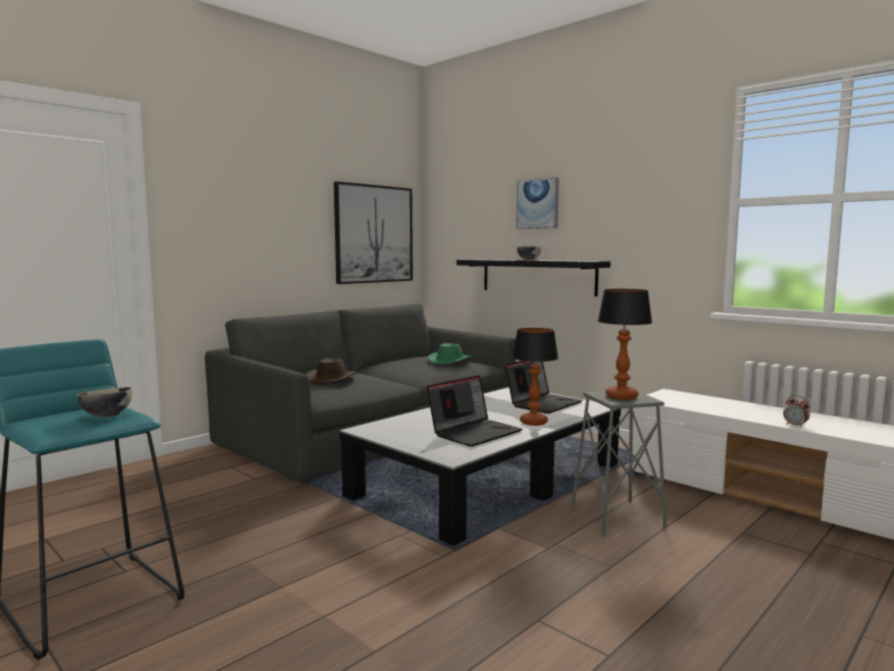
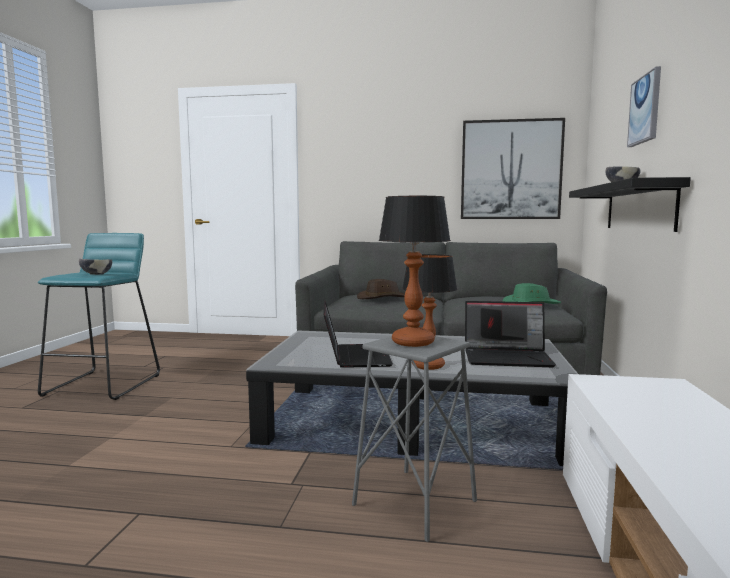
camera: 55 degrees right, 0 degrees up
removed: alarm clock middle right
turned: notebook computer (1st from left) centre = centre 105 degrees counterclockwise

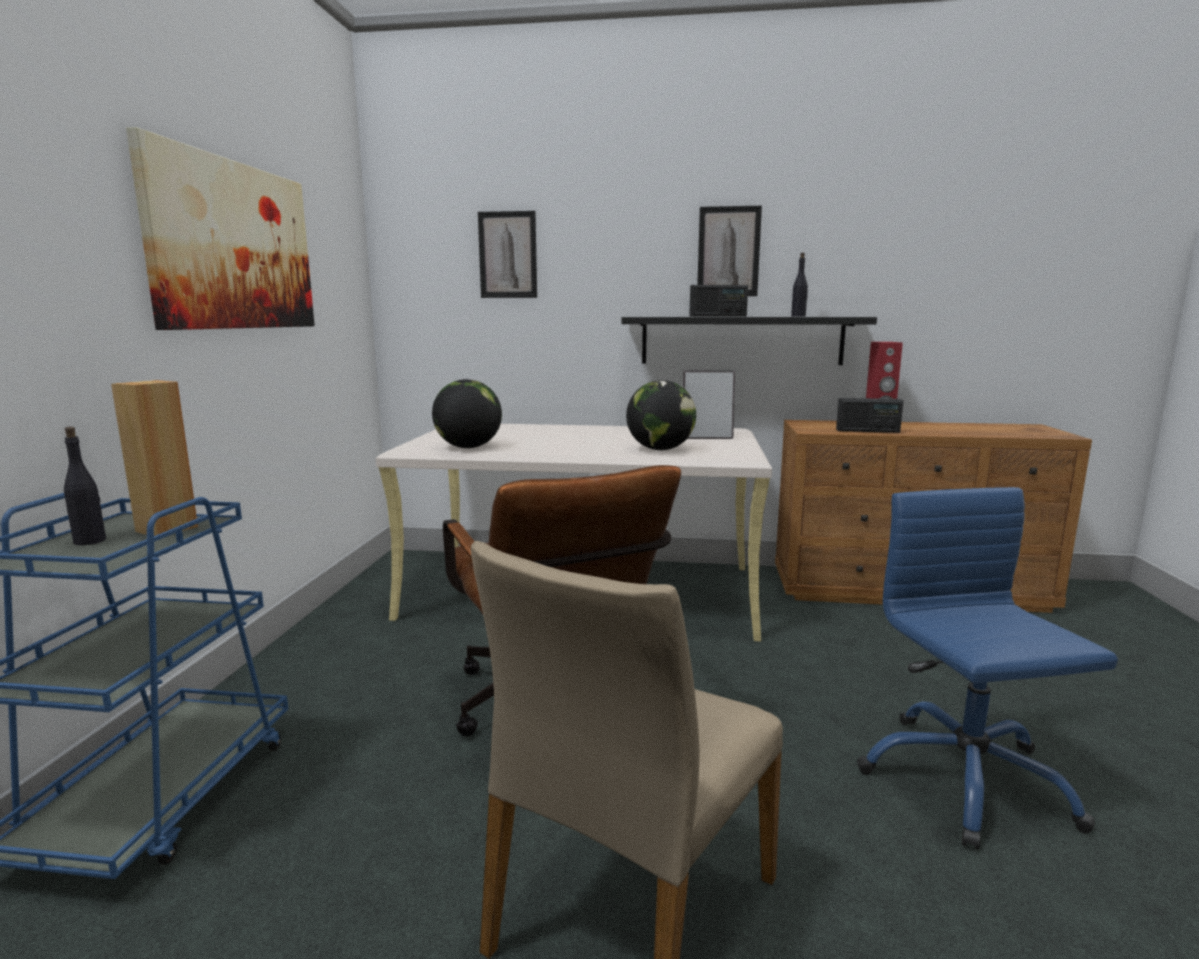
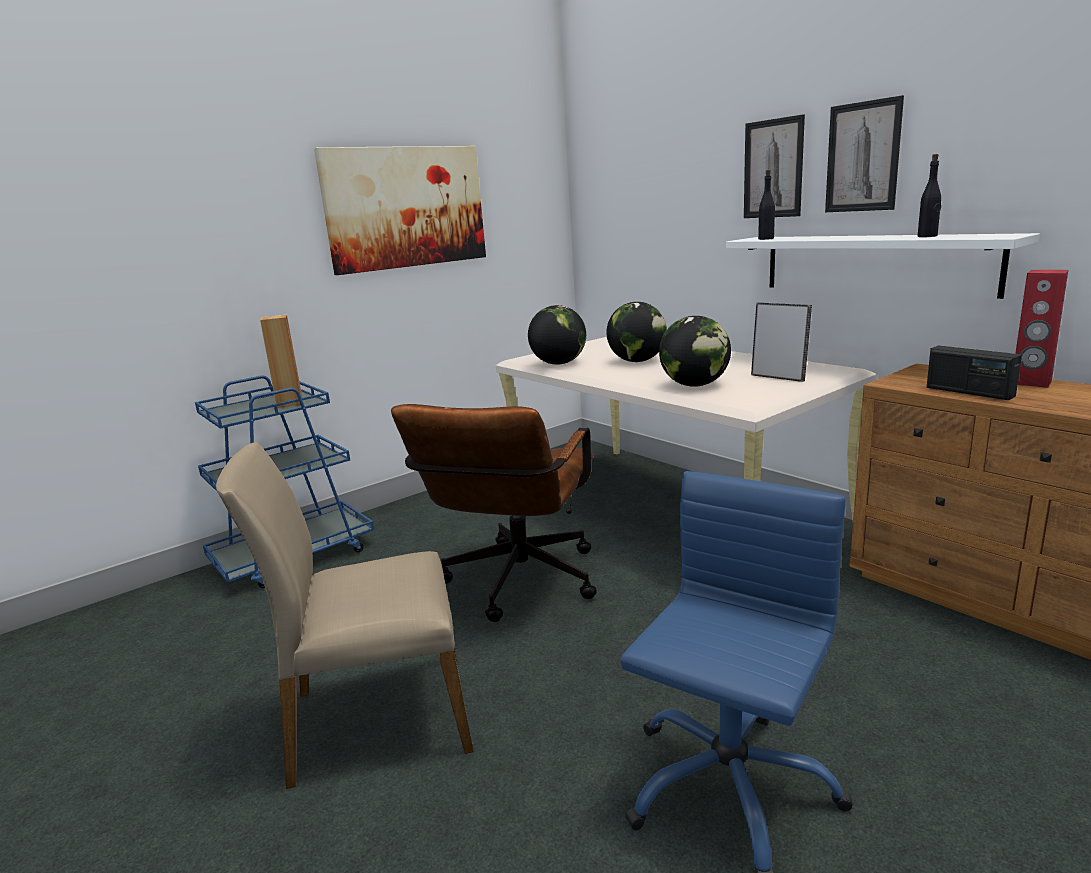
camera: 45 degrees right, 5 degrees up
removed: radio (1st from left) top centre
added: world globe (2nd from left) centre
moved: bottle (black) (1st from left) middle left to top right; wall picture (2nd from left) top centre to top right
recoloured: shelf (black) centre to shelf (whitish) top right

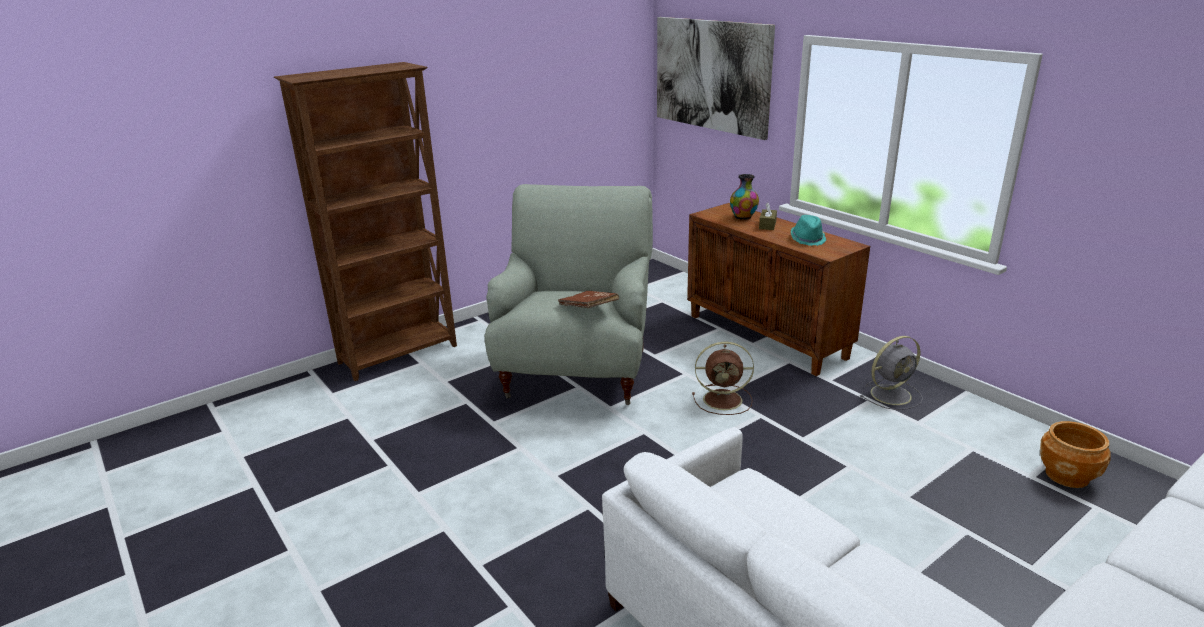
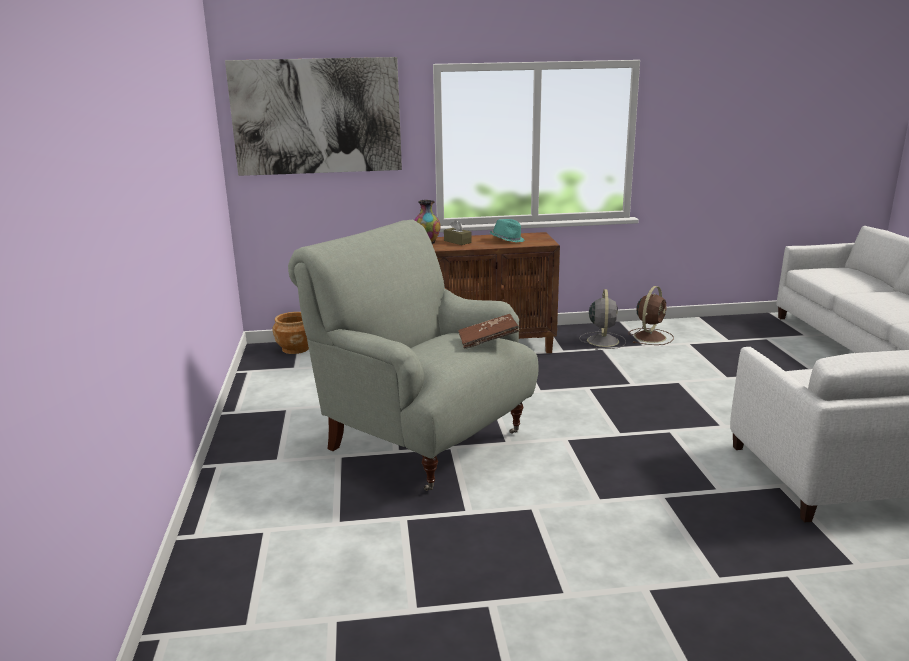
camera: 60 degrees left, 5 degrees down
removed: bookshelf (brown) middle left
moved: electric fan (brown) centre to middle right; flower pot (brown) bottom right to middle left

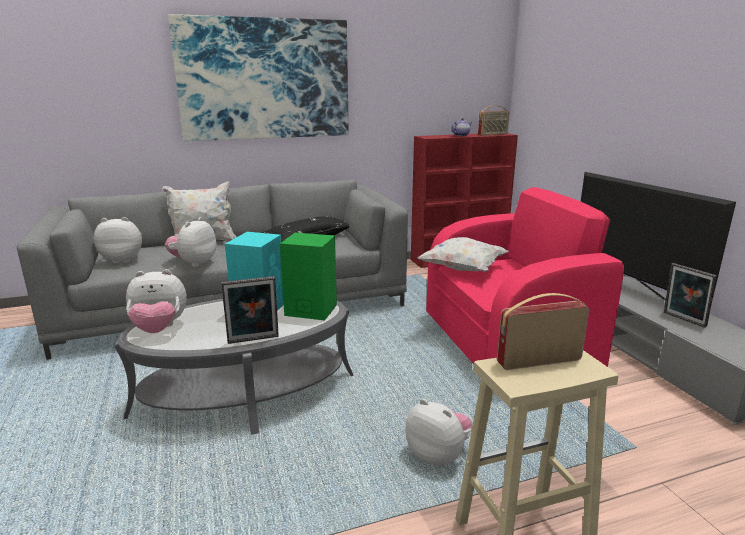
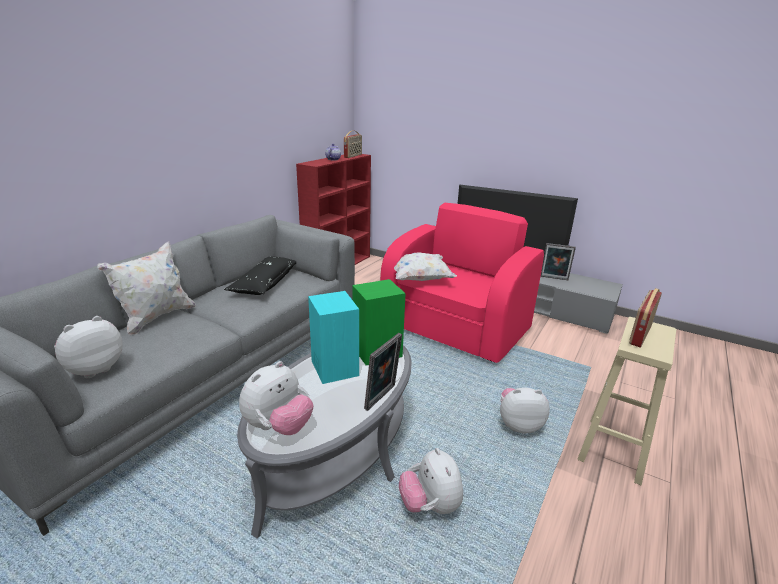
camera: 40 degrees left, 5 degrees up
removed: wall picture top centre
moved: soft toy (3rd from left) middle left to bottom centre

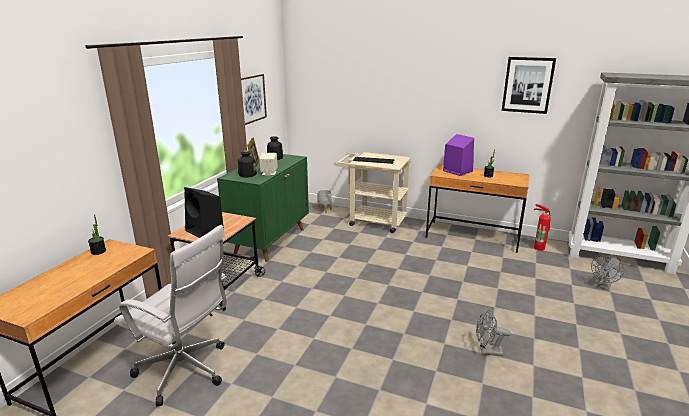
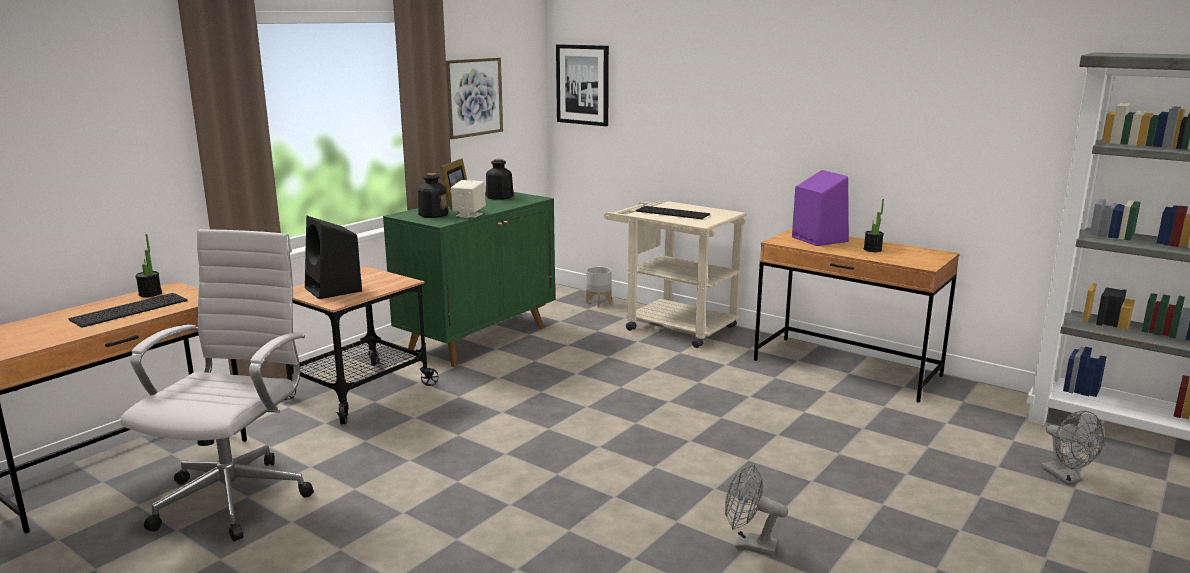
camera: 15 degrees right, 5 degrees down
removed: fire-fighting cylinder middle right
added: PC keyboard (1st from left) middle left
moved: wall picture (2nd from left) top right to top centre
turned: office chair (whitish) bottom left = bottom left 120 degrees counterclockwise; electric fan (gray) (2nd from left) middle right = bottom right 75 degrees counterclockwise

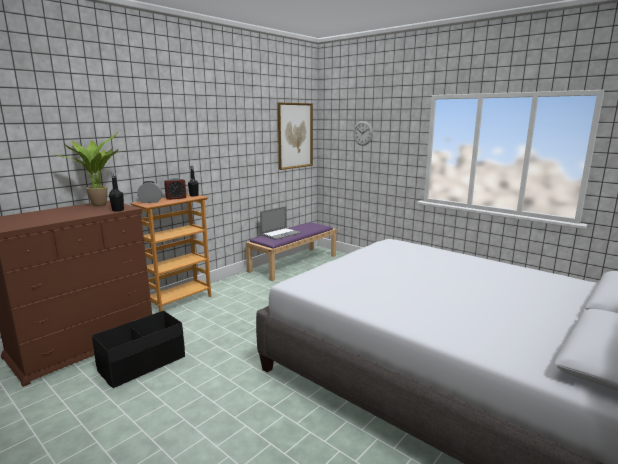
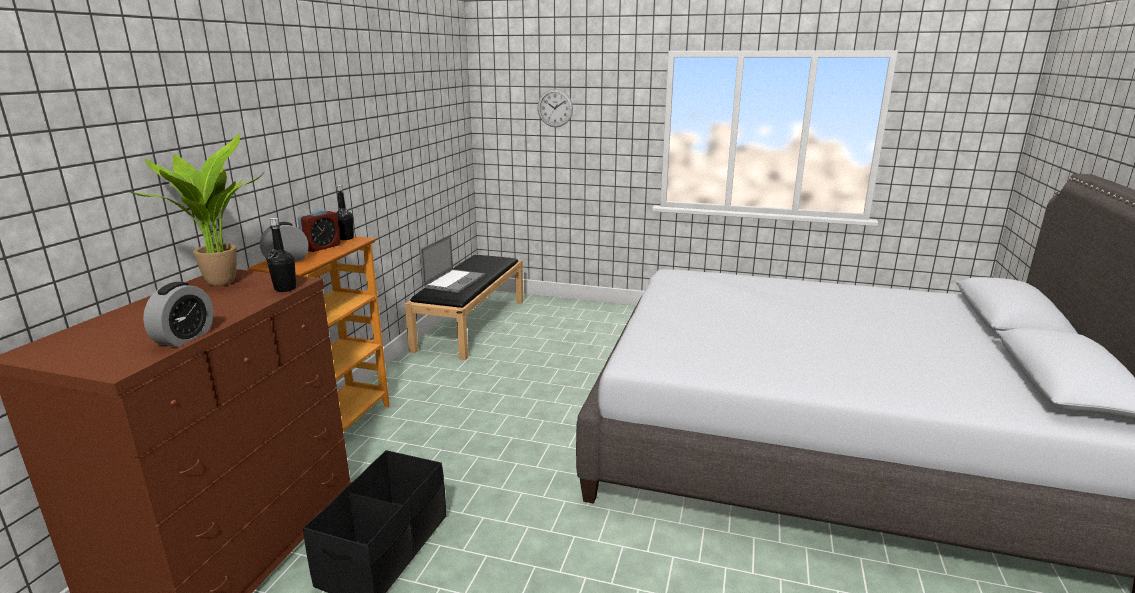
camera: 25 degrees left, 5 degrees up
removed: wall picture top centre
added: alarm clock (1st from left) middle left
recoloured: indoor bench (purple-coloured) centre to indoor bench (black) centre

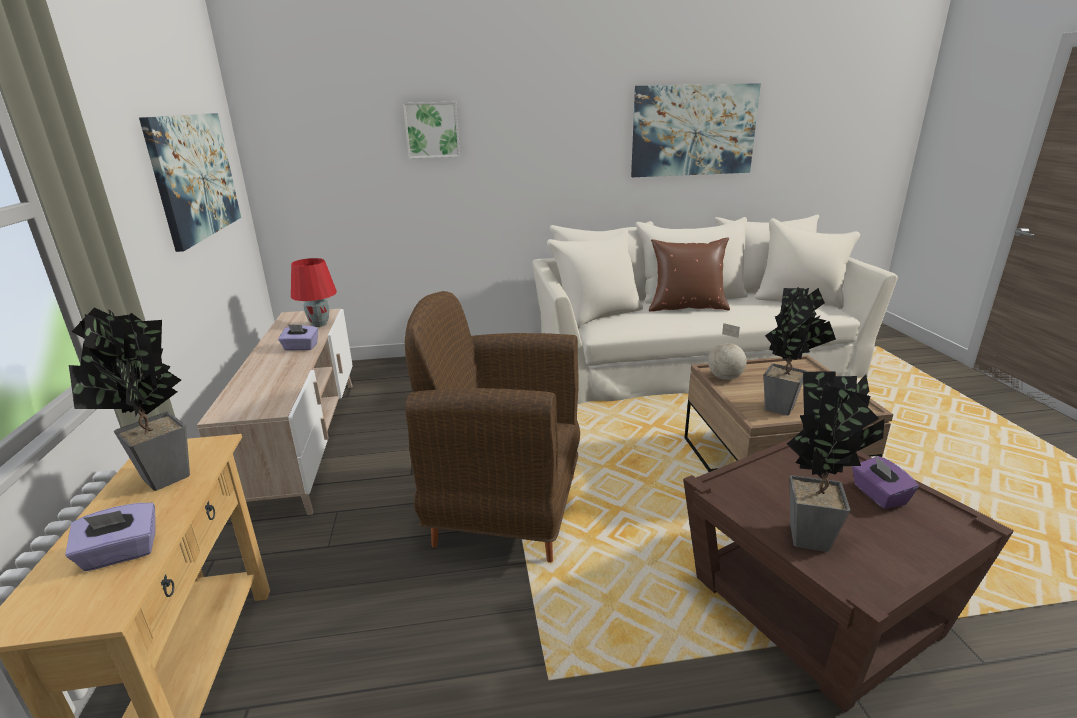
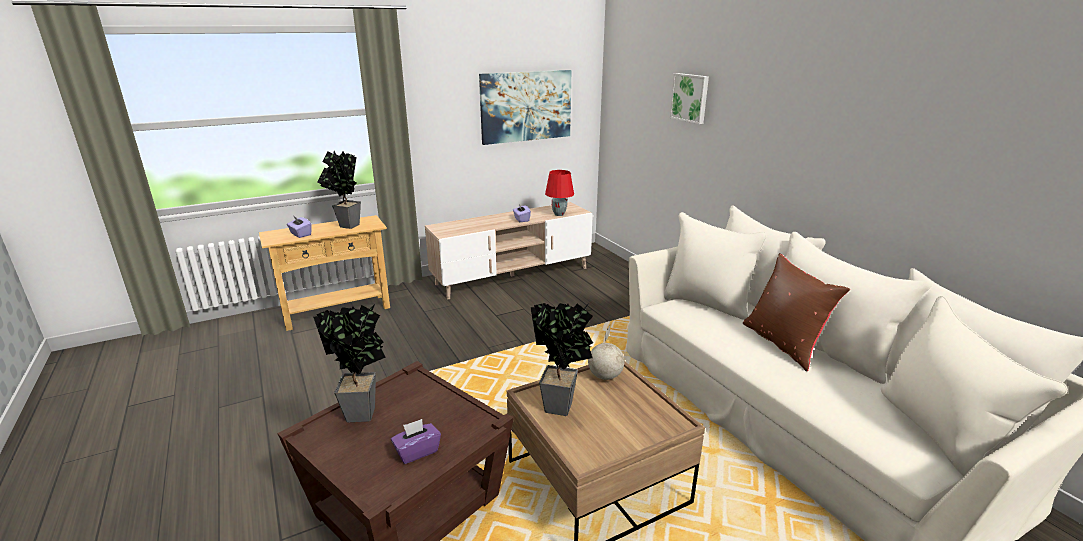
camera: 70 degrees right, 0 degrees up
removed: lounge chair (brown) centre; wall picture (3rd from left) top centre

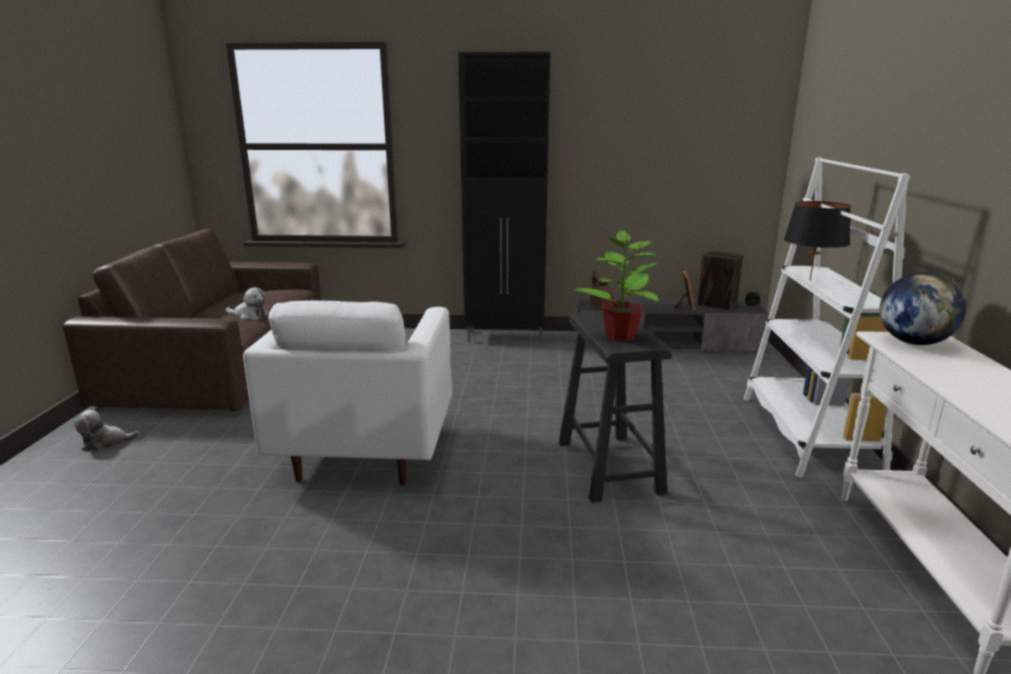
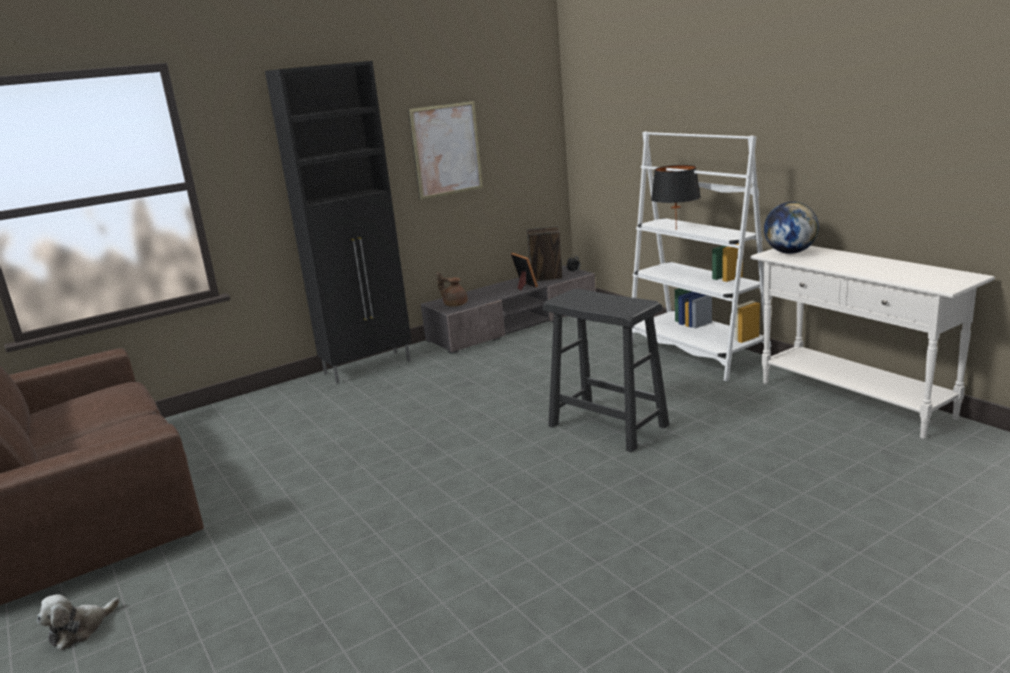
camera: 35 degrees left, 0 degrees up
removed: soft toy (2nd from left) middle left; lounge chair (whitish) centre; potted plant centre
added: wall picture top centre

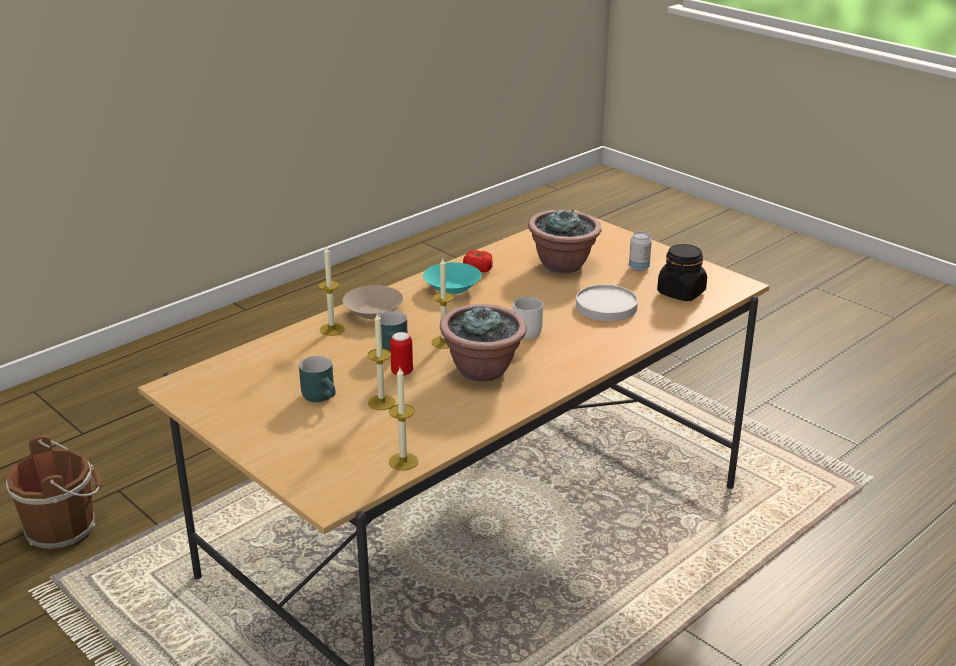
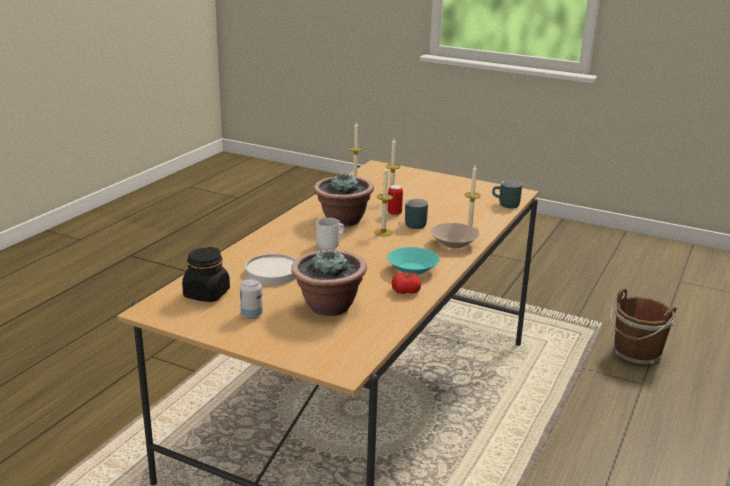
camera: 160 degrees right, 5 degrees down
moved: mug (turquoise-coloured) (1st from left in the first image) middle left to mug (turquoise-coloured) (2nd from left) middle right

